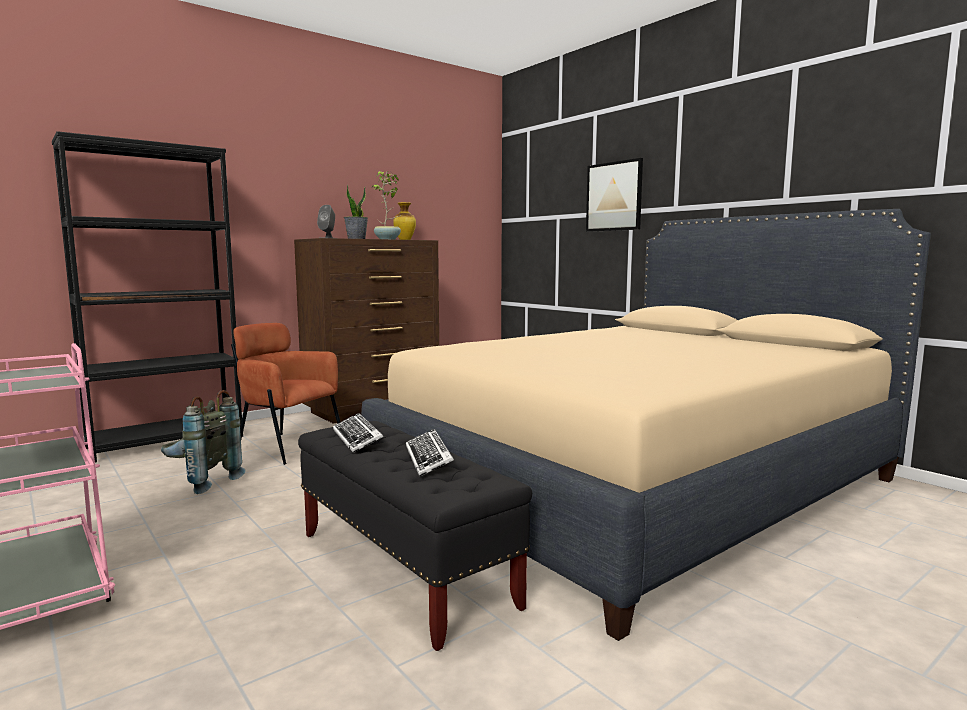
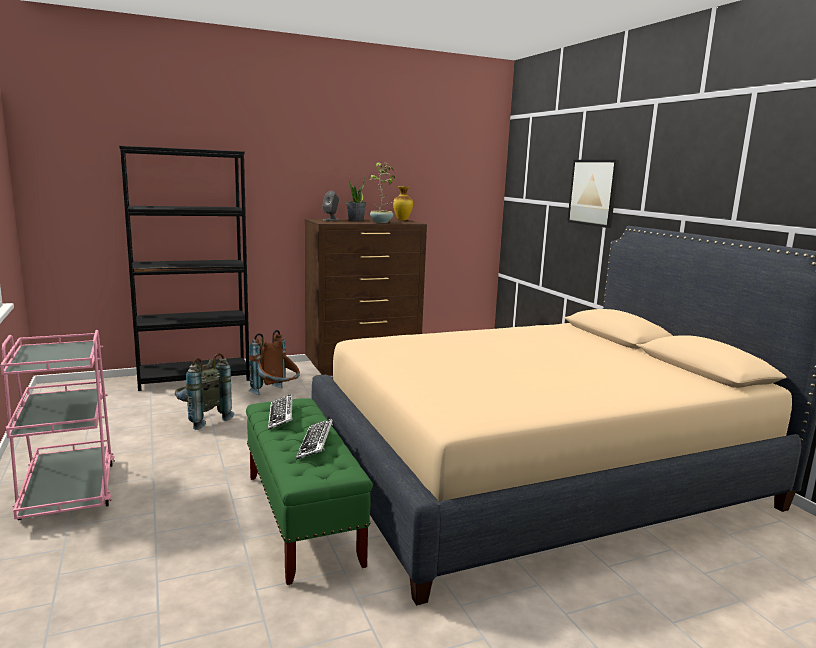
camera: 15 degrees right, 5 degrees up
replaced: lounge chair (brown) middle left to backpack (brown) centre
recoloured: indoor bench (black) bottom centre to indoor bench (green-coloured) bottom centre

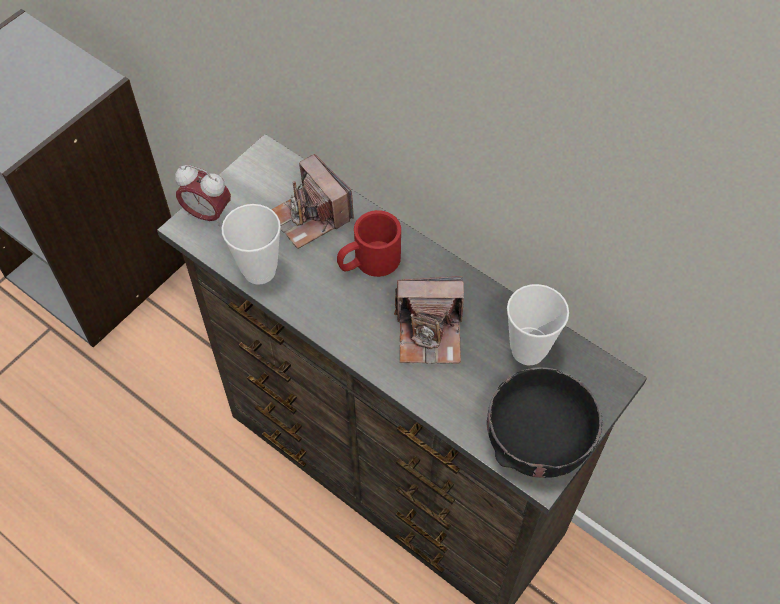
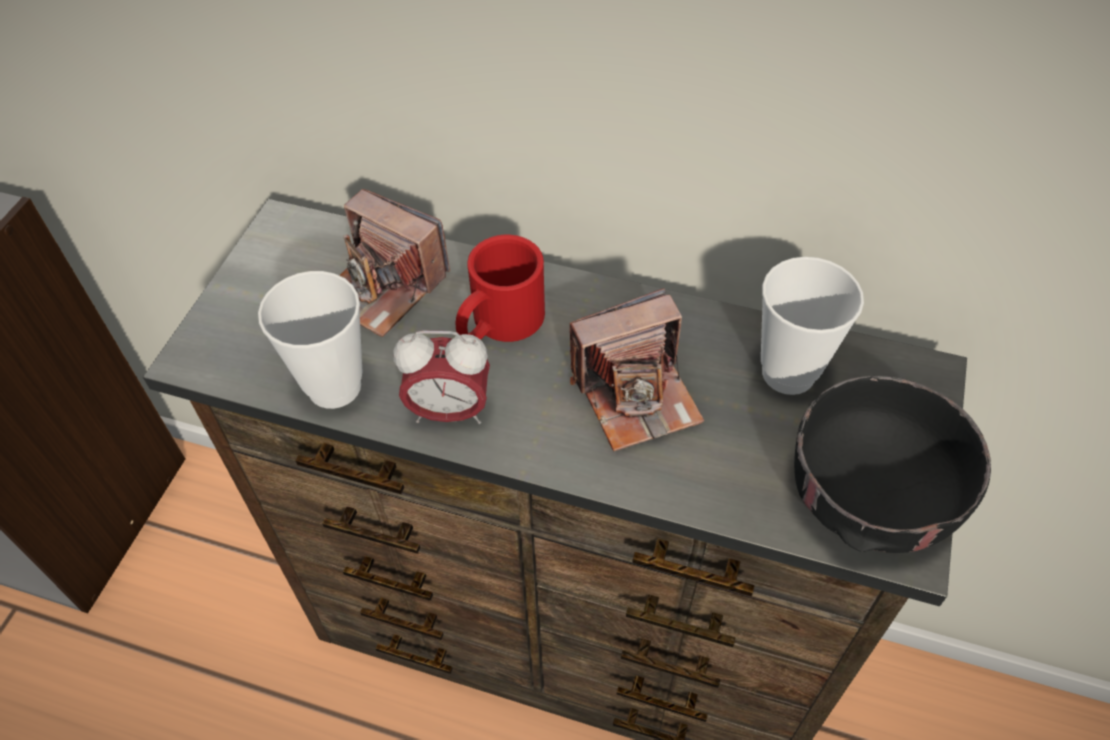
camera: 20 degrees left, 5 degrees down
moved: alarm clock top left to centre

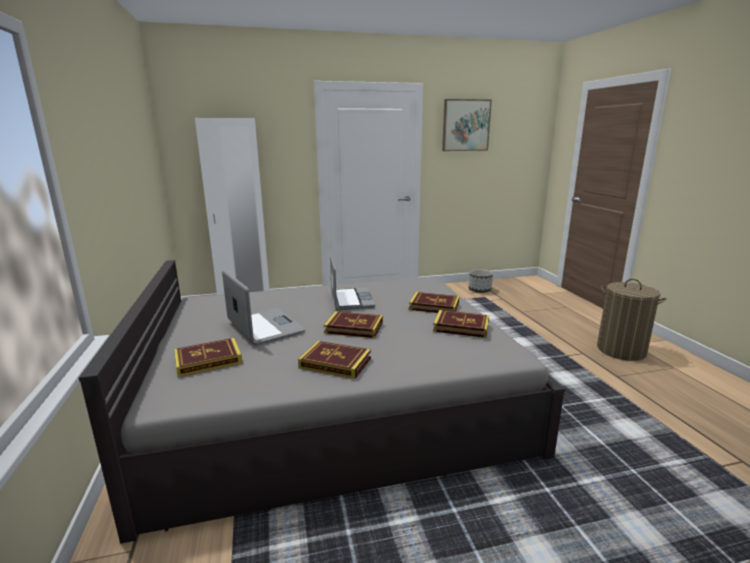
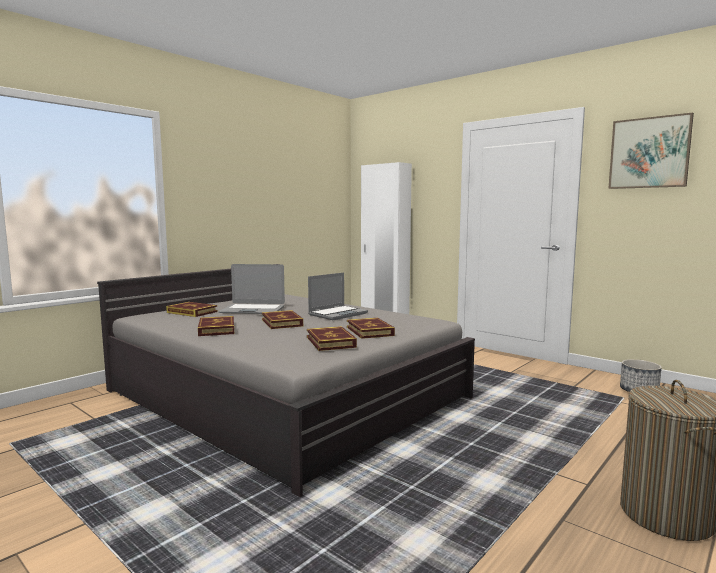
camera: 55 degrees right, 10 degrees down
turned: notebook computer (1st from left) centre = centre 75 degrees clockwise

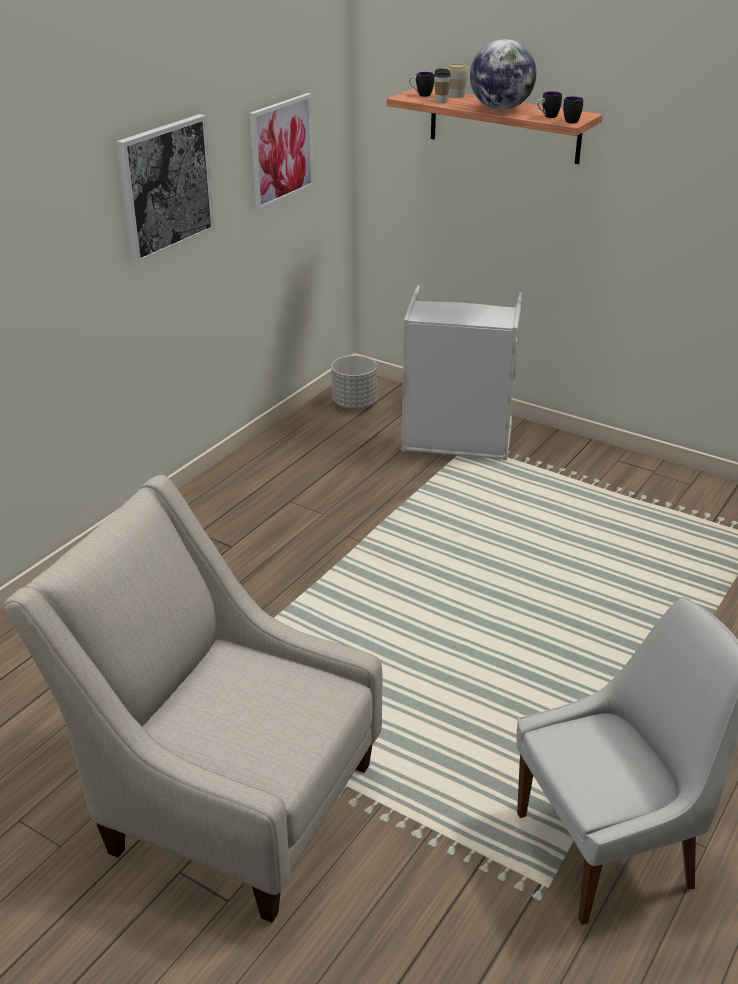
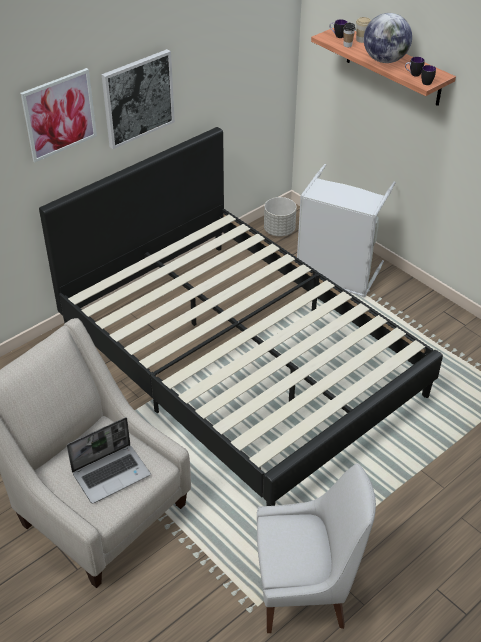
camera: 15 degrees right, 10 degrees up
added: bed (black) centre; notebook computer bottom left
moved: wall picture (2nd from left in the first image) top centre to wall picture (1st from left) top left

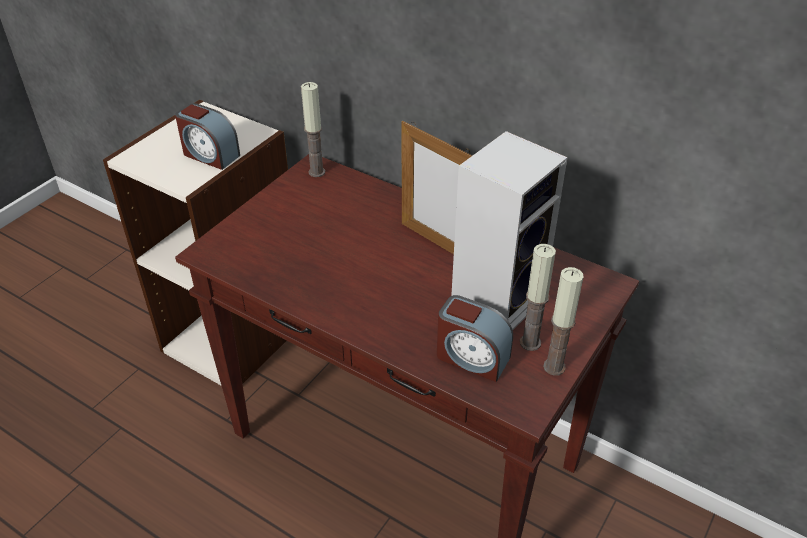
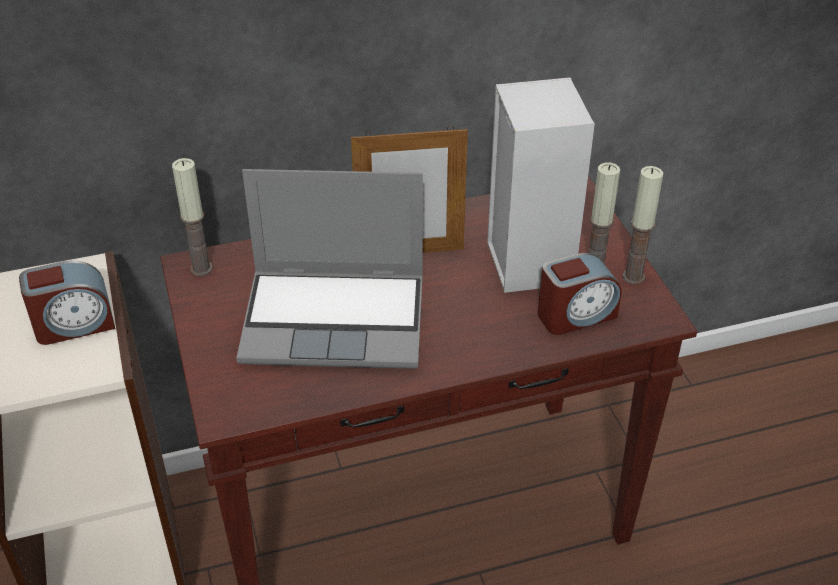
camera: 50 degrees left, 0 degrees up
added: notebook computer centre

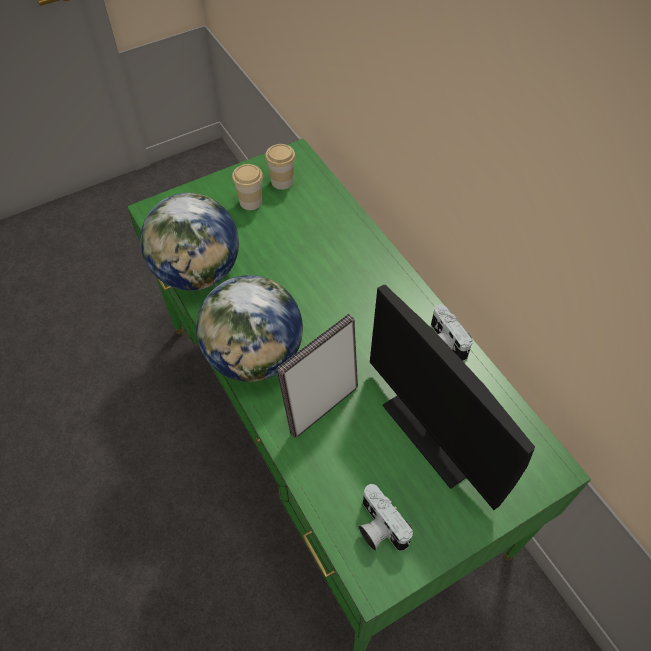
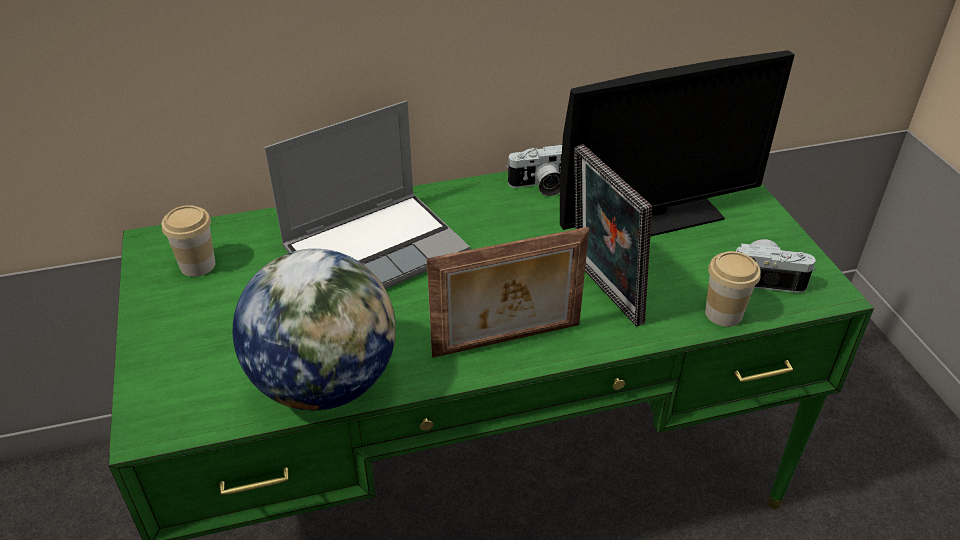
camera: 75 degrees left, 15 degrees down
added: notebook computer centre
moved: drinking cup (1st from left in the first image) top centre to drinking cup (2nd from left) middle right
replaced: world globe (2nd from left) centre to picture frame (1st from left) centre
turned: still camera (1st from left in the first image) bottom centre = middle right 150 degrees counterclockwise

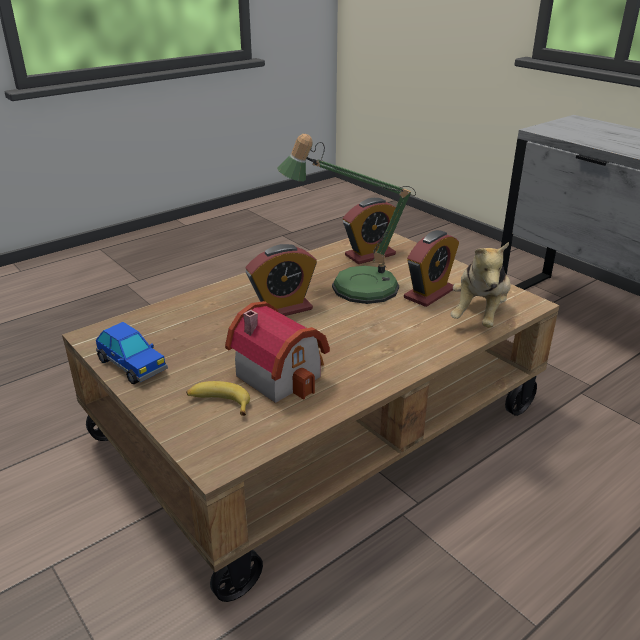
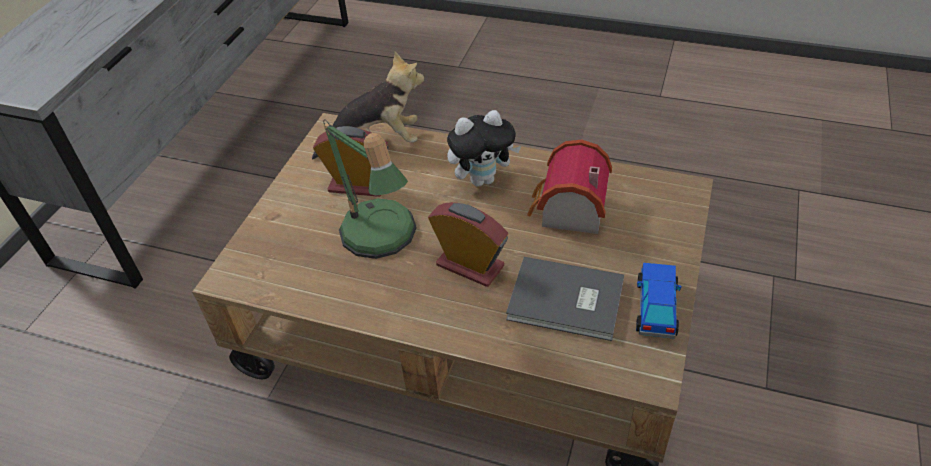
camera: 120 degrees left, 15 degrees up
removed: banana centre; alarm clock (2nd from left) centre
added: soft toy (2nd from left) top centre; book (gray) centre

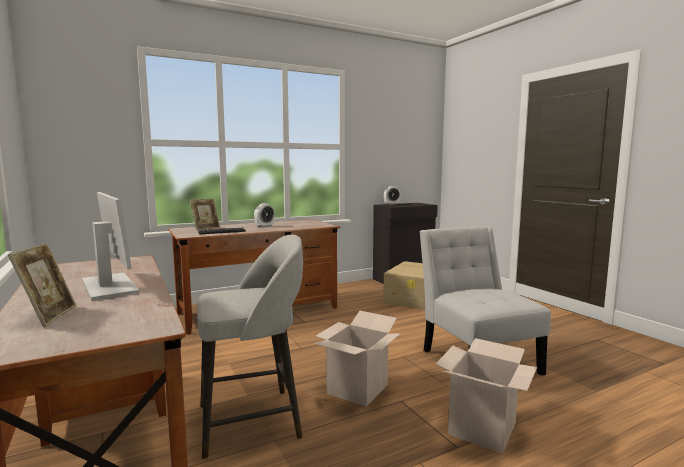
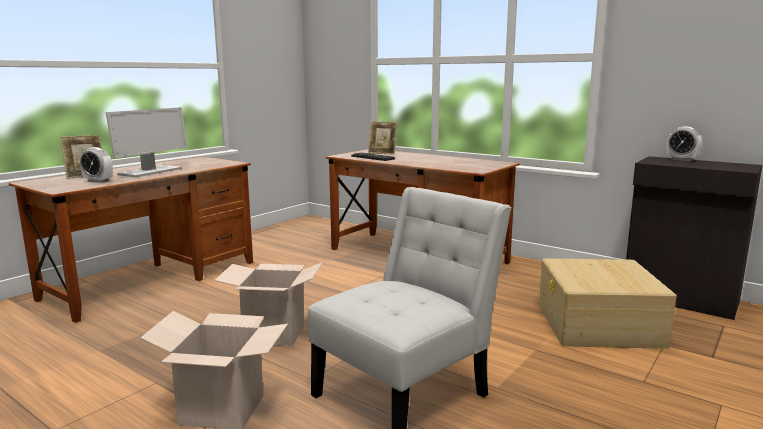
camera: 65 degrees right, 5 degrees up
removed: stool (gray) bottom centre
moved: alarm clock (1st from left) centre to middle left

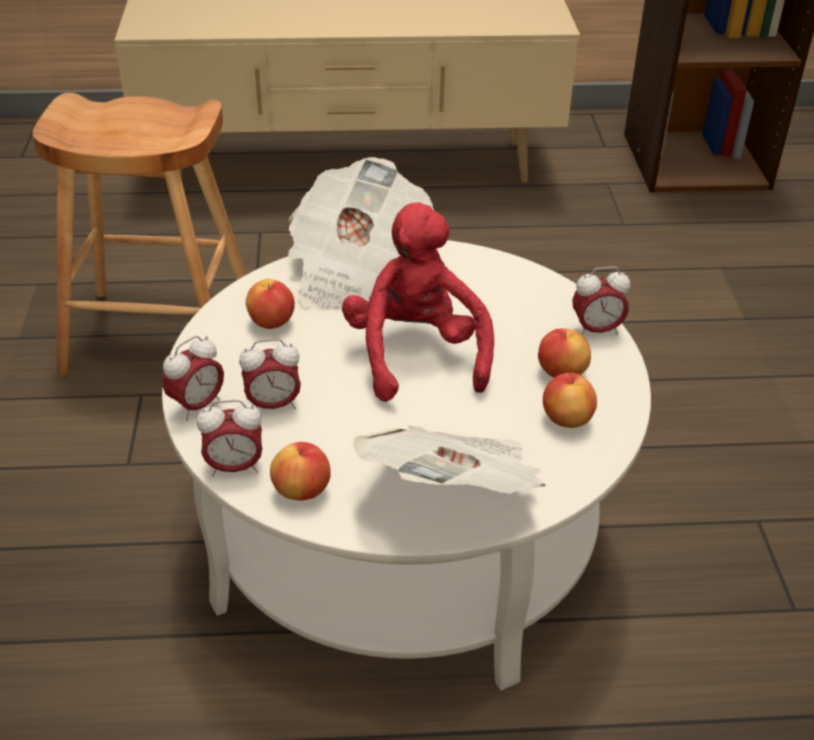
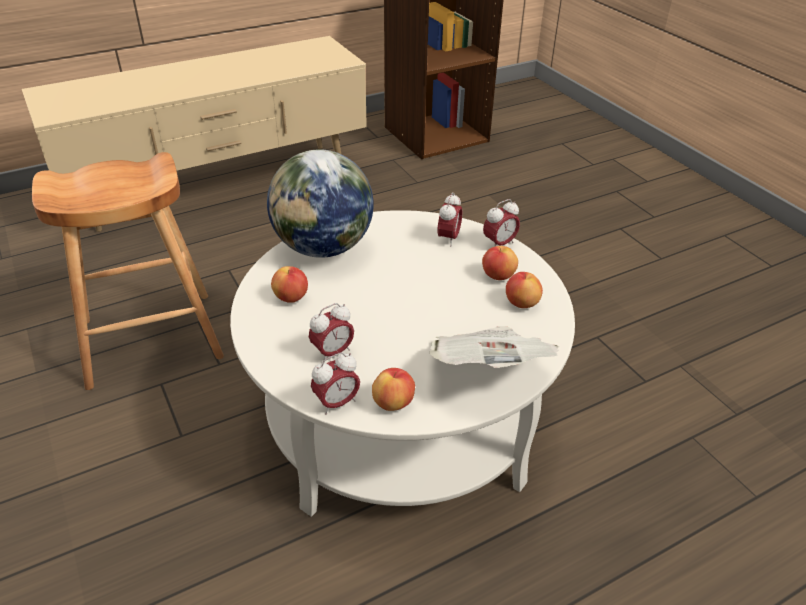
camera: 25 degrees left, 0 degrees up
removed: soft toy (red-coloured) centre
moved: alarm clock (1st from left in the first image) middle left to alarm clock (3rd from left) centre
replaced: newspaper (1st from left) top centre to world globe centre

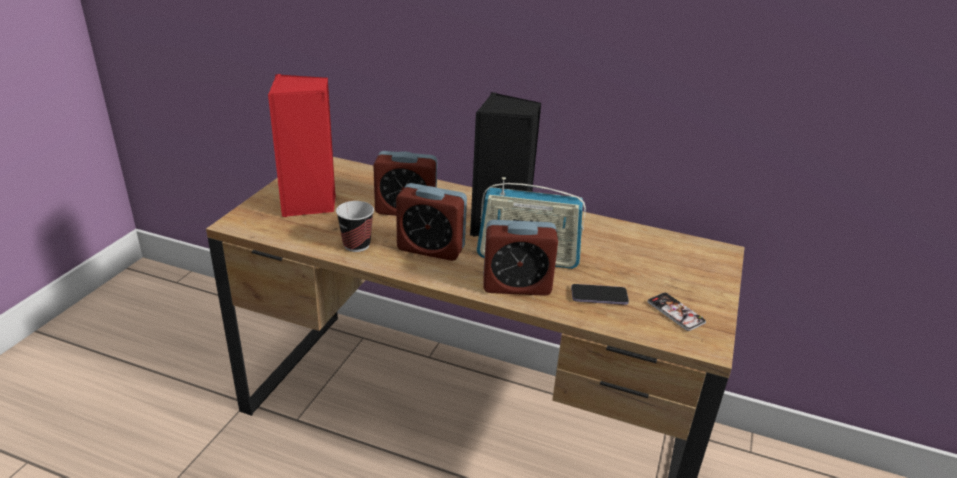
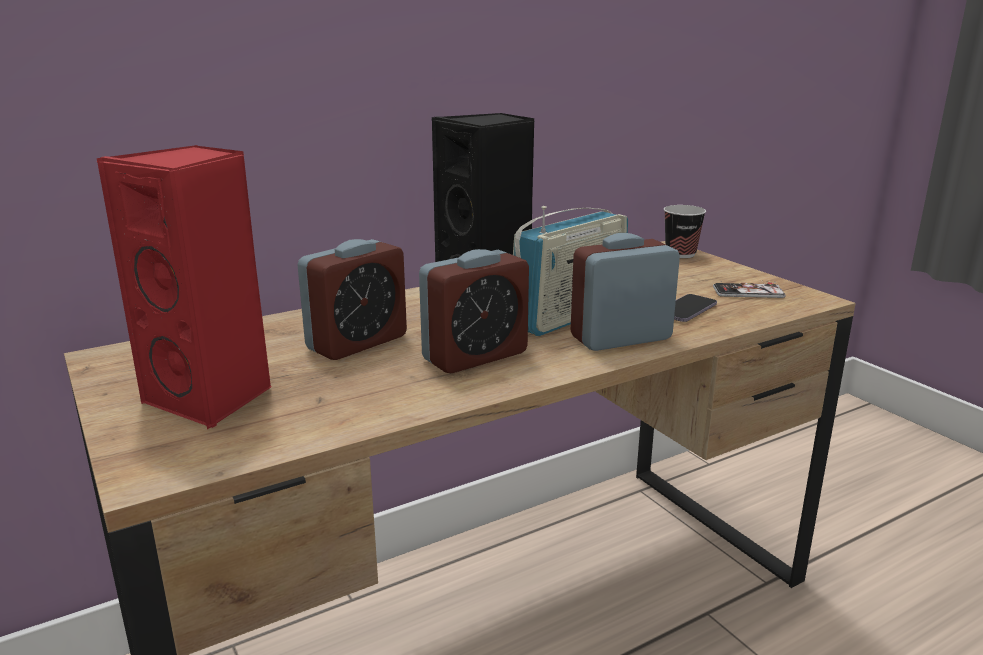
camera: 50 degrees left, 10 degrees down
moved: drinking cup centre to middle right
turned: alarm clock (3rd from left) centre = centre 150 degrees counterclockwise

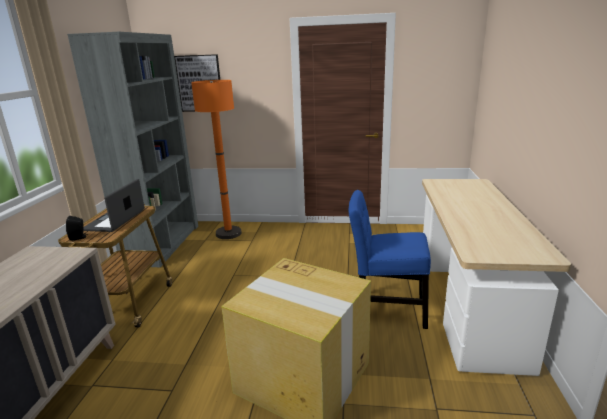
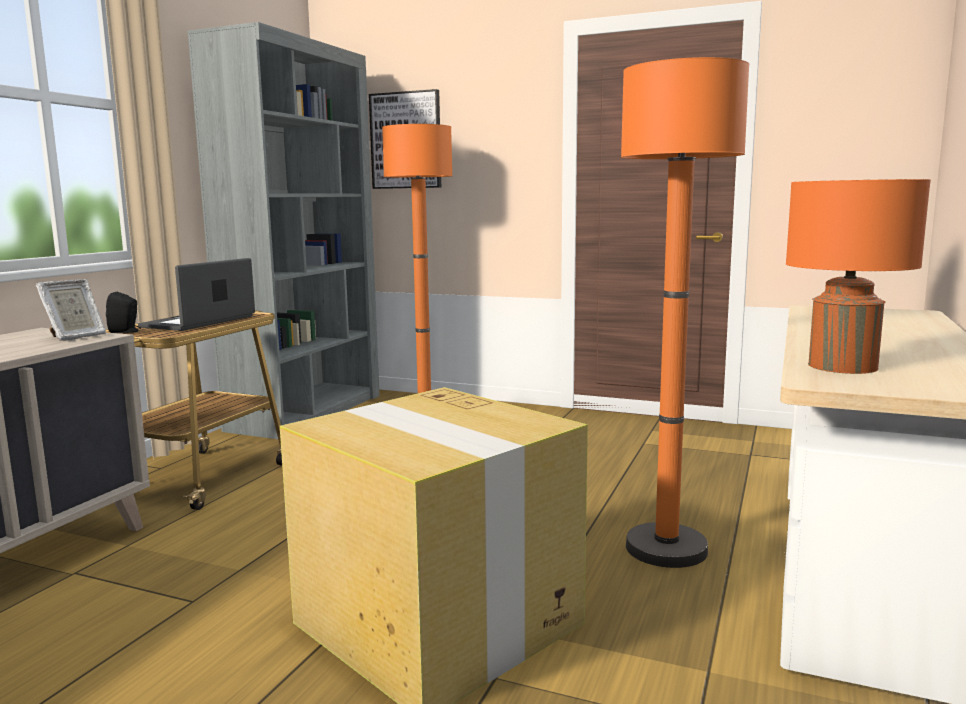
camera: 15 degrees right, 10 degrees down
added: picture frame middle left; table lamp (orangey) middle right
replaced: chair (blue) centre to standing lamp (orangey) (2nd from left) middle right

